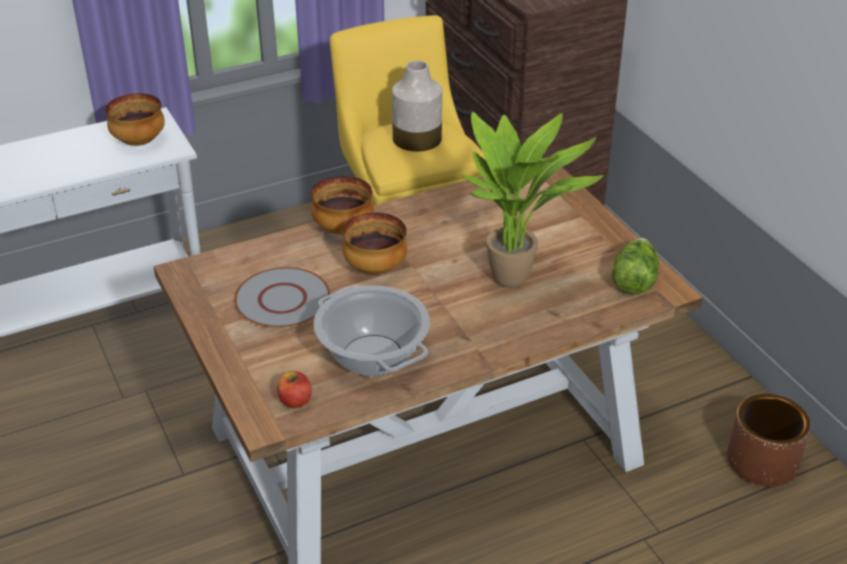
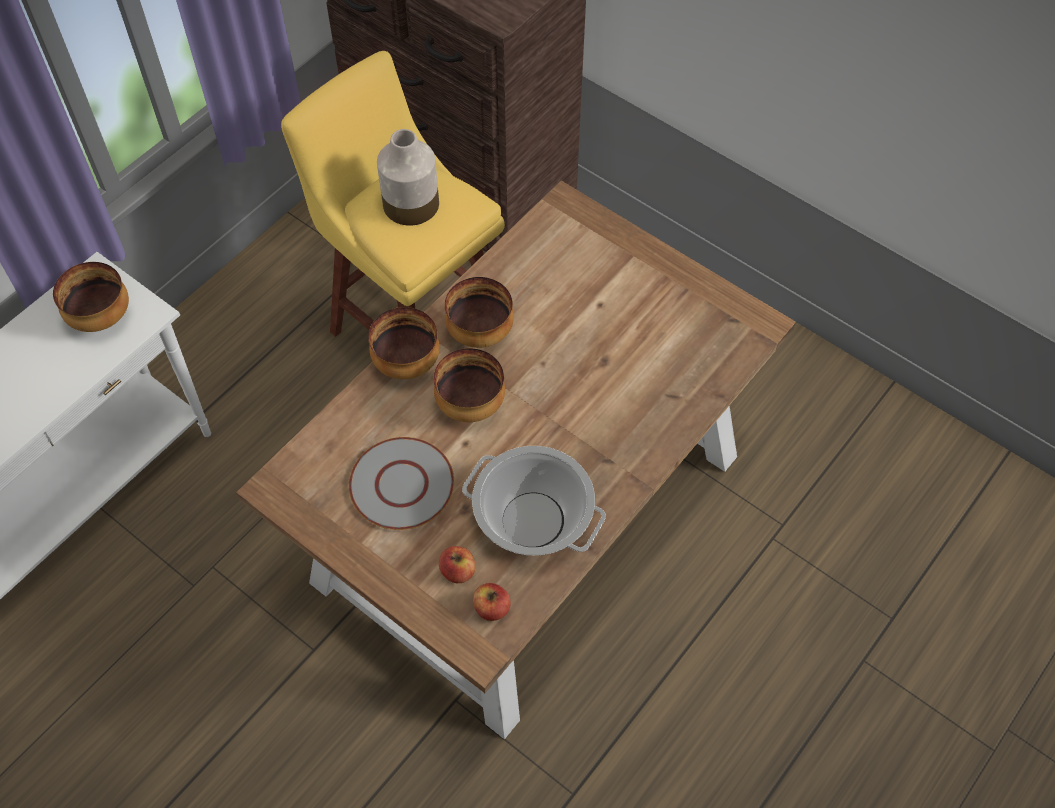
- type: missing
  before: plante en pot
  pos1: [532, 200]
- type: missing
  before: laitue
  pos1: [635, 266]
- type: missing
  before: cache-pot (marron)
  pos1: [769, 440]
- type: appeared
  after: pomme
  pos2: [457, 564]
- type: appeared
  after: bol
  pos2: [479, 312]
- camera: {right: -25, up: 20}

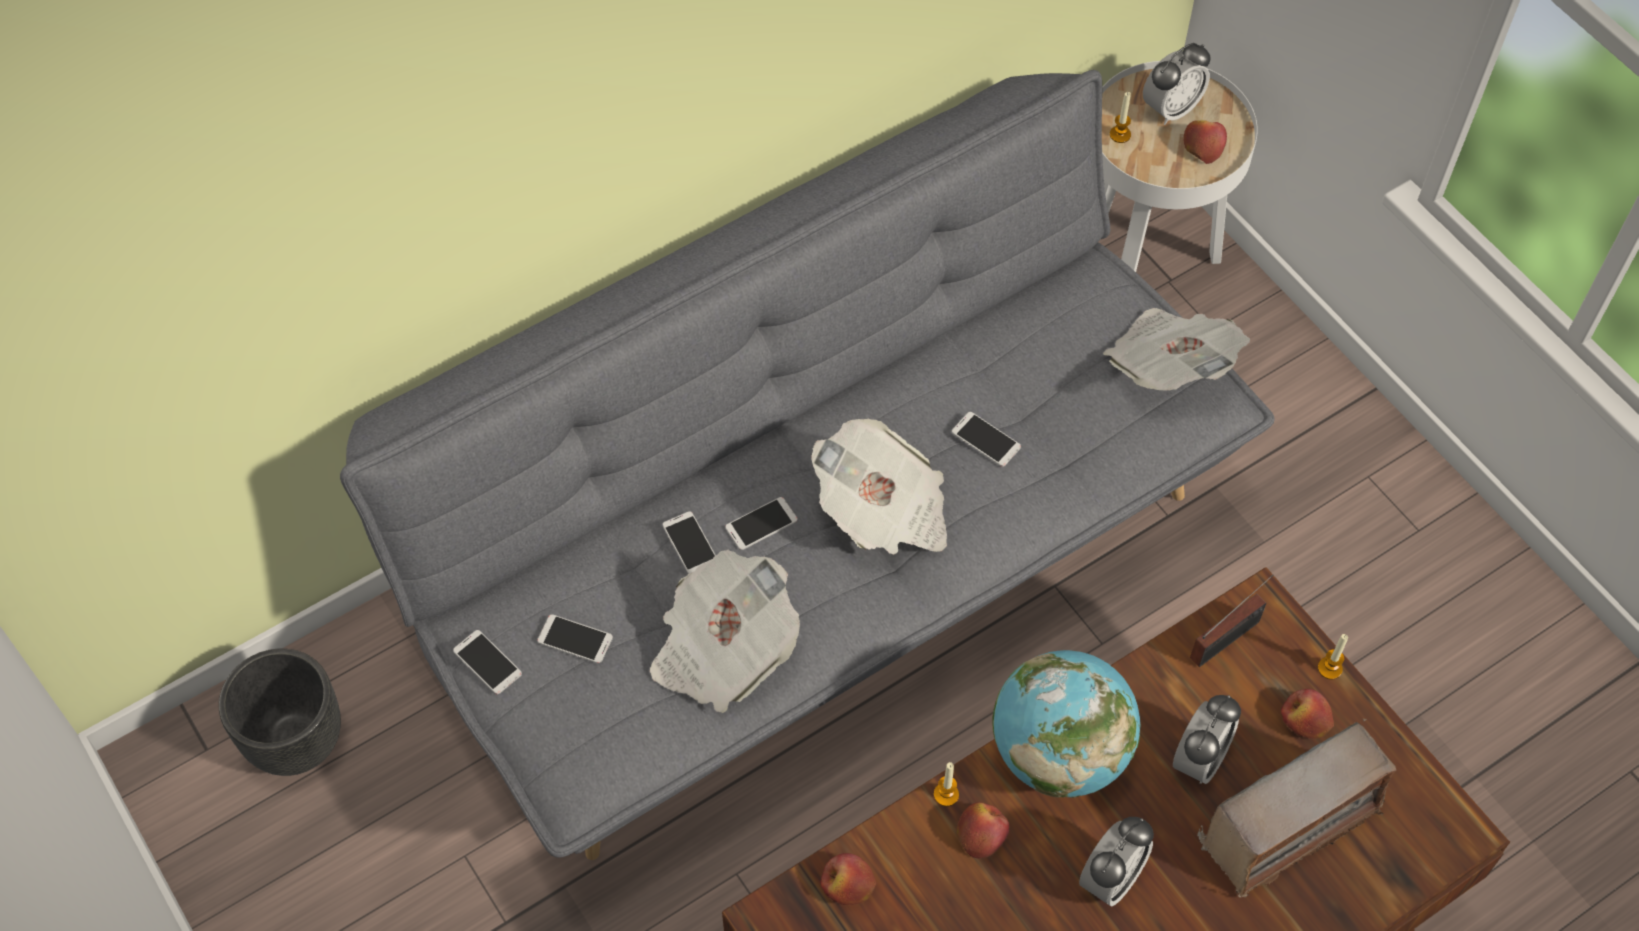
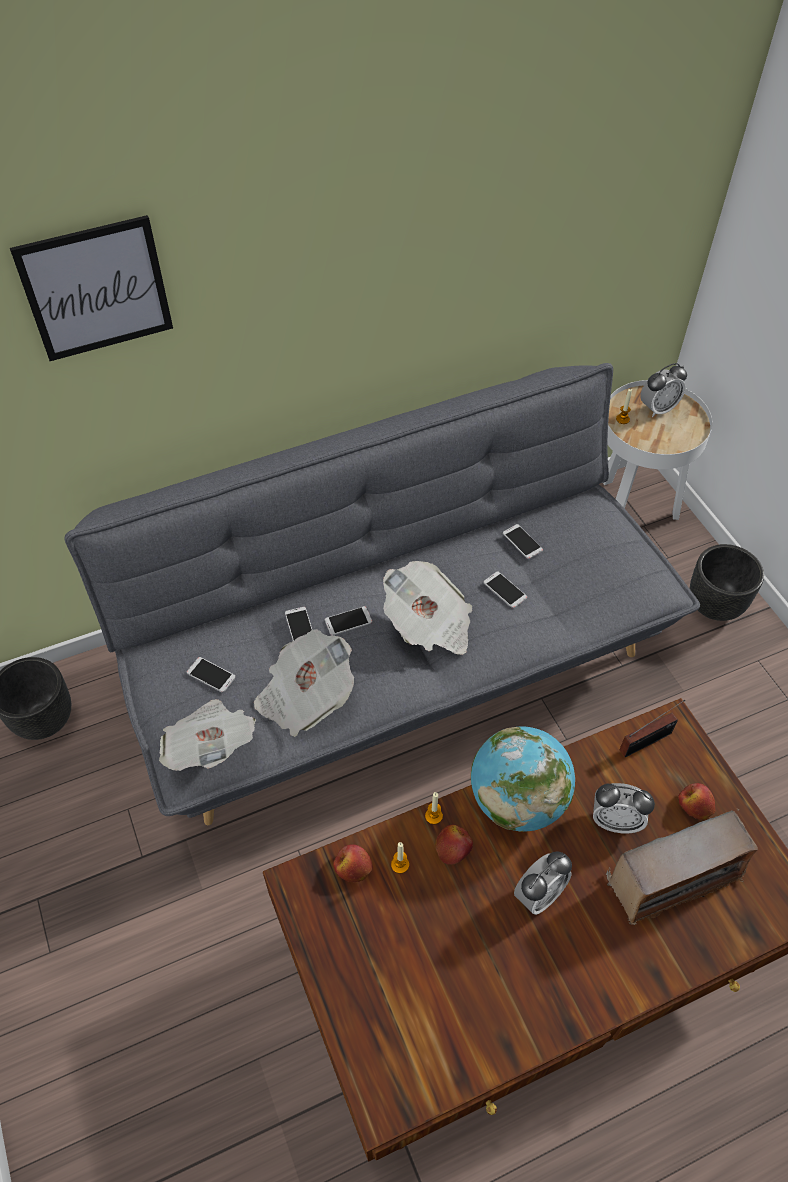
- type: missing
  before: pomme
  pos1: [1205, 142]
- type: appeared
  after: tableau
  pos2: [91, 288]
- type: appeared
  after: cache-pot (noir)
  pos2: [727, 582]
- type: relocated
  before: téléphone
  pos1: [487, 662]
  pos2: [523, 541]
- type: relocated
  before: journal
  pos1: [1176, 349]
  pos2: [207, 735]
- type: relocated
  before: bougie
  pos1: [1333, 657]
  pos2: [400, 858]
- type: spun
  before: réveil
  pos1: [1207, 739]
  pos2: [624, 808]
  turn: 60
- camera: {right: 10, up: -5}

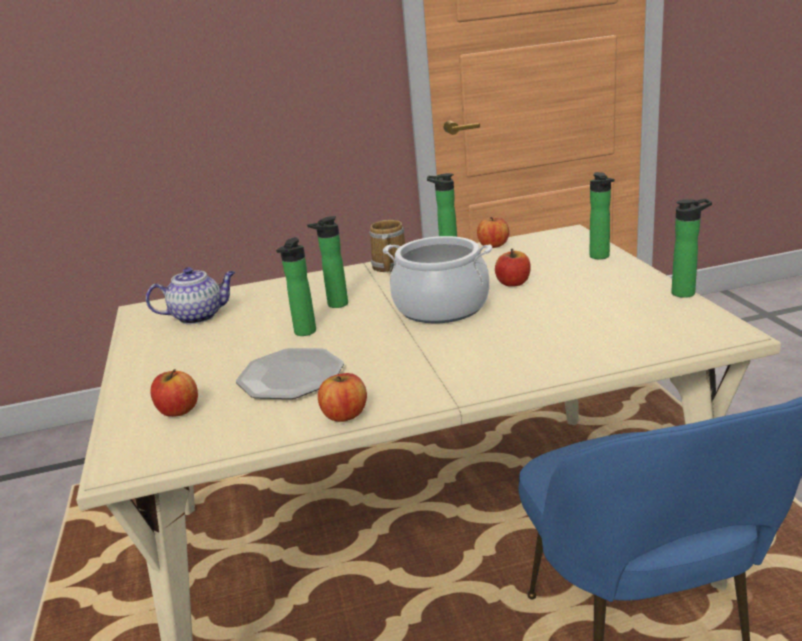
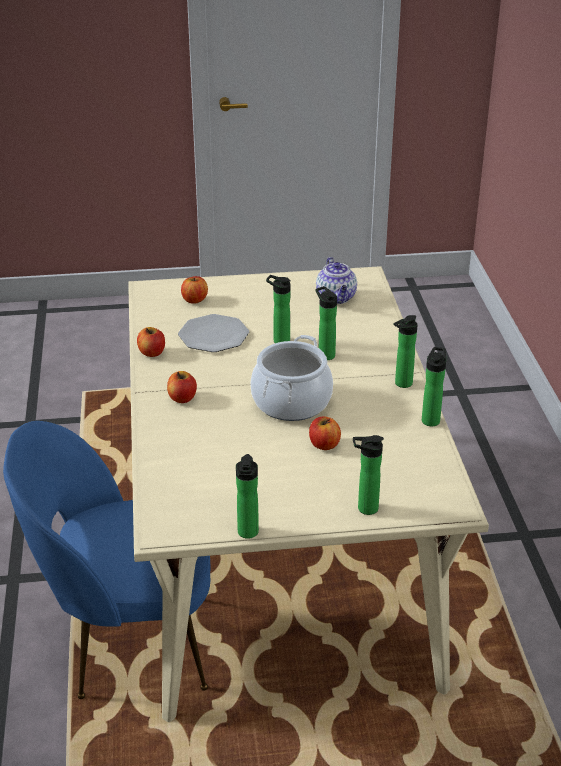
- type: relocated
  before: pomme
  pos1: [493, 232]
  pos2: [182, 387]
- type: exchanged
  before: mug
  after: bouteille
  pos1: [387, 246]
  pos2: [406, 351]
- camera: {right: 95, up: 10}

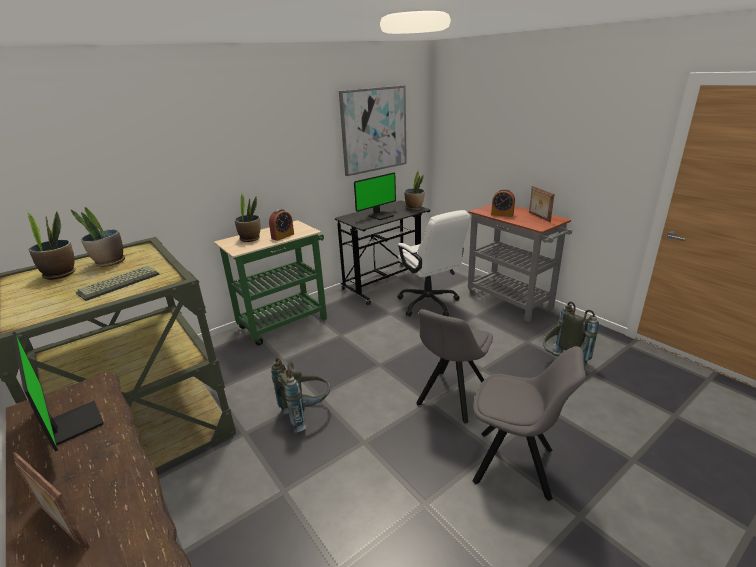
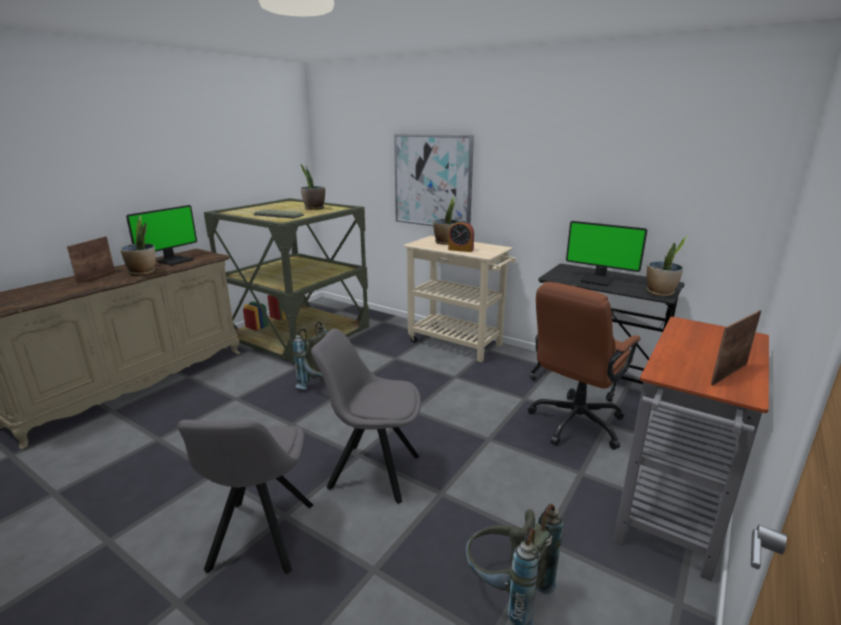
- type: missing
  before: réveil
  pos1: [503, 203]
- type: relocated
  before: plante en pot
  pos1: [51, 245]
  pos2: [138, 246]
- type: relocated
  before: tableau
  pos1: [373, 130]
  pos2: [434, 180]
- type: colour
  before: chariot (vert)
  after: chariot (beige)
  pos1: [270, 283]
  pos2: [459, 299]
- type: colour
  before: chaise de bureau (blanc)
  after: chaise de bureau (marron)
  pos1: [434, 263]
  pos2: [584, 366]
- camera: {right: 70, up: -5}

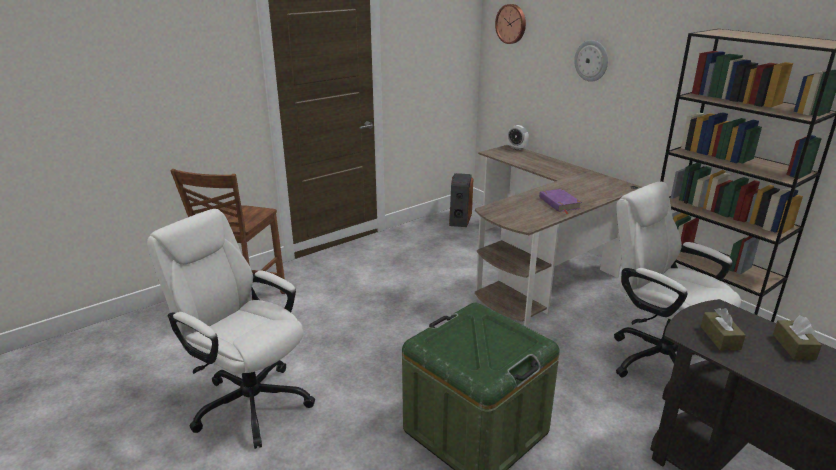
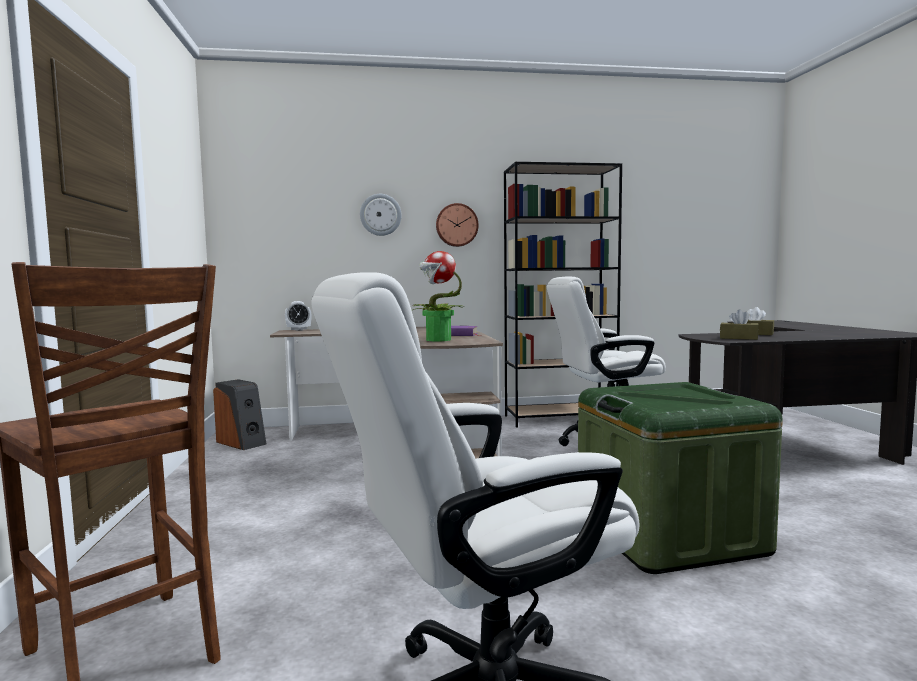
- type: appeared
  after: plante en pot
  pos2: [438, 296]
- type: relocated
  before: horloge murale
  pos1: [510, 24]
  pos2: [457, 225]
- camera: {right: -60, up: -20}

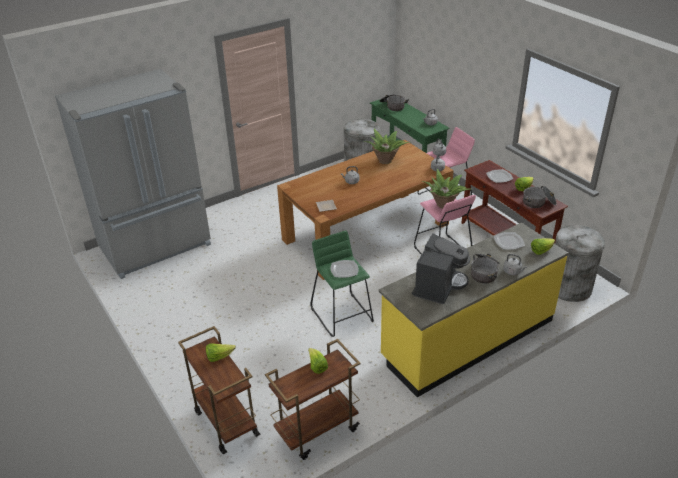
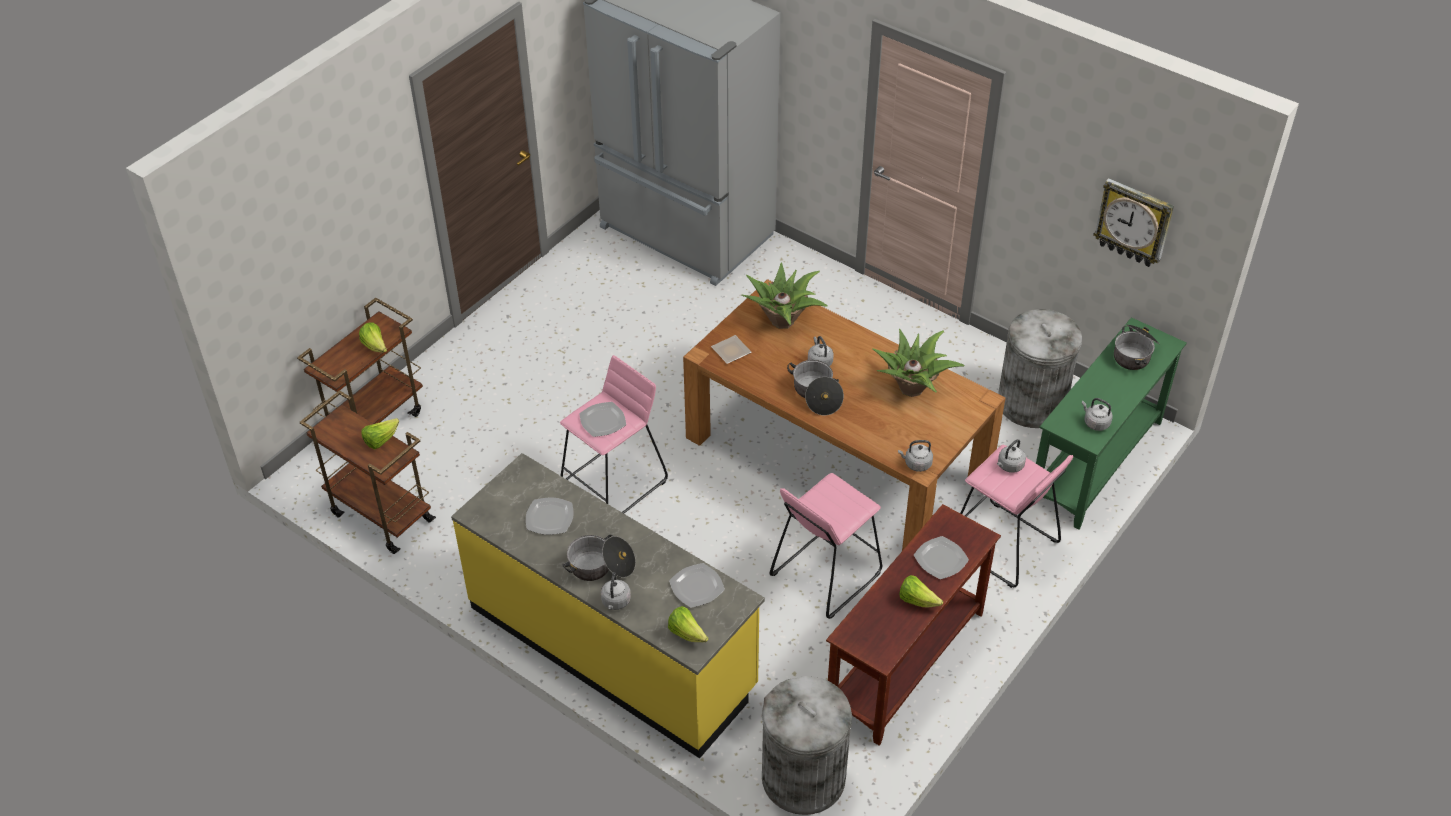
- type: appeared
  after: horloge murale
  pos2: [1133, 222]
- type: relocated
  before: plante en pot
  pos1: [446, 188]
  pos2: [784, 296]
- type: relocated
  before: marmite
  pos1: [540, 197]
  pos2: [815, 387]
- type: exchanged
  before: machine à café
  after: assiette
  pos1: [441, 269]
  pos2: [550, 516]
- type: colour
  before: tabouret (vert)
  after: tabouret (rose)
  pos1: [342, 283]
  pos2: [614, 434]
- camera: {right: 70, up: 10}

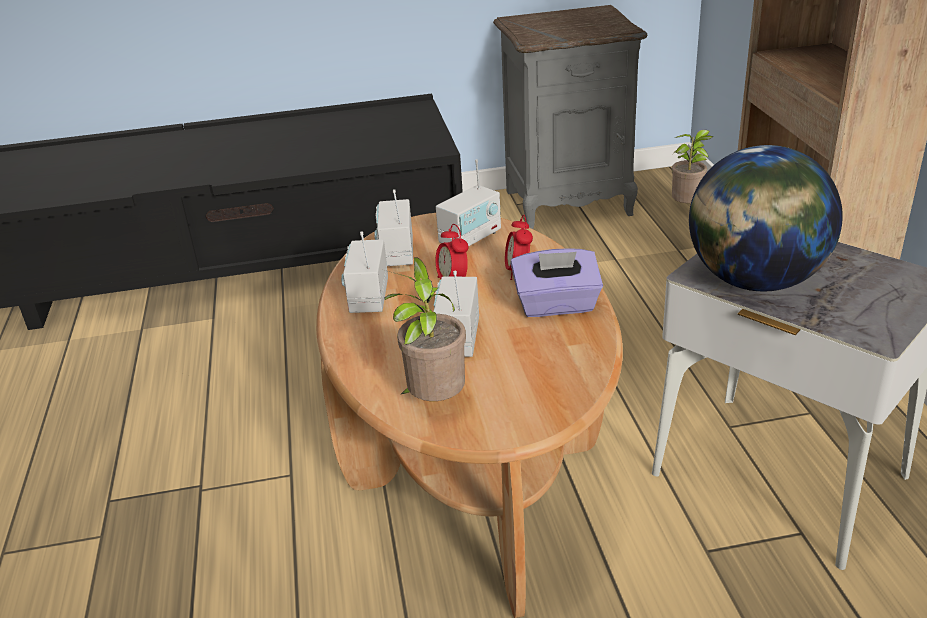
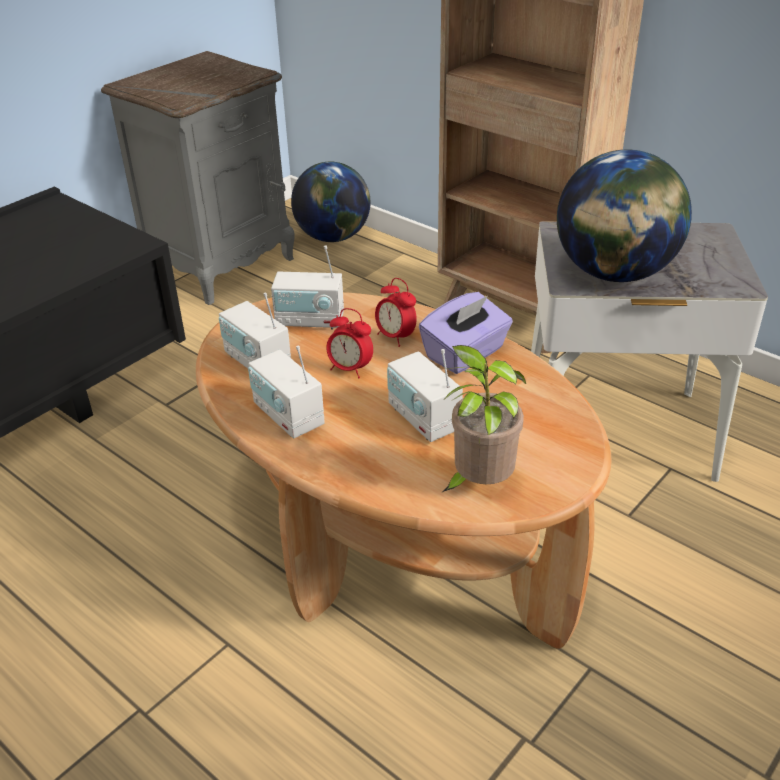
- type: exchanged
  before: plante en pot
  after: globe
  pos1: [692, 166]
  pos2: [331, 202]
- type: spun
  before: radio
  pos1: [468, 202]
  pos2: [307, 287]
  turn: 90
- camera: {right: -40, up: 5}

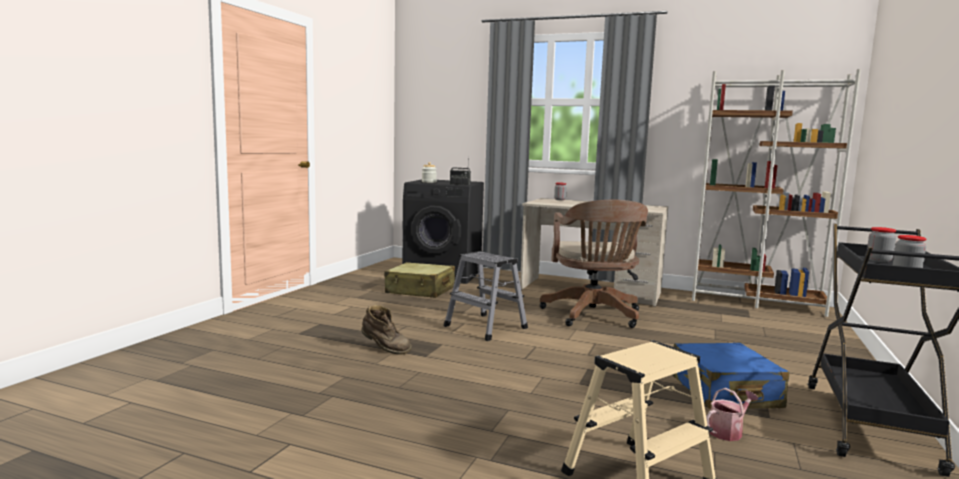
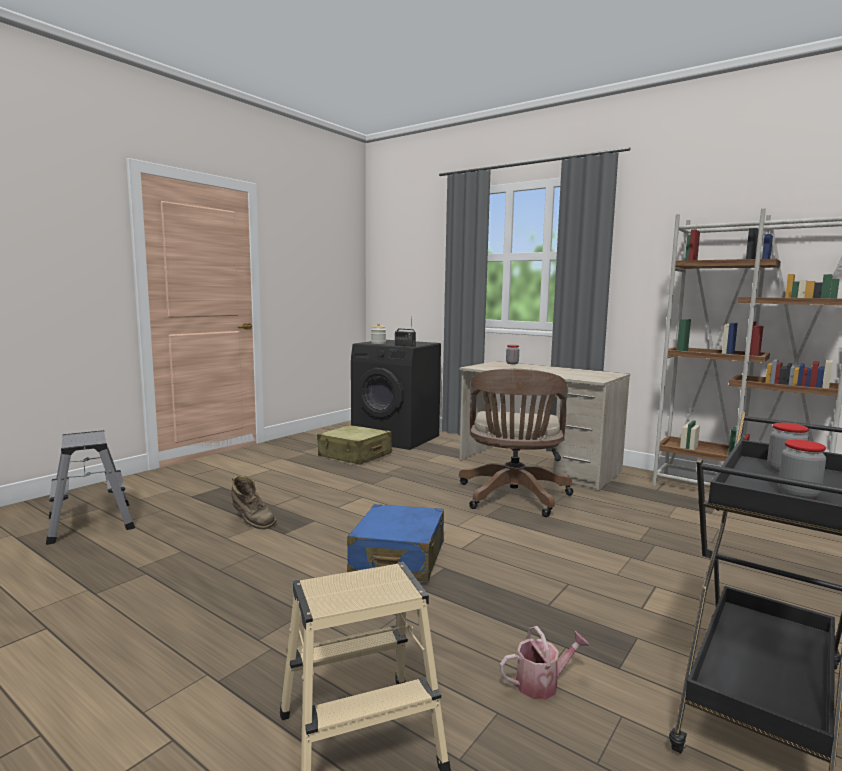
- type: relocated
  before: escabeau (gris)
  pos1: [486, 296]
  pos2: [90, 487]
- type: relocated
  before: valise (bleu)
  pos1: [730, 376]
  pos2: [395, 542]
- camera: {right: 15, up: 0}

